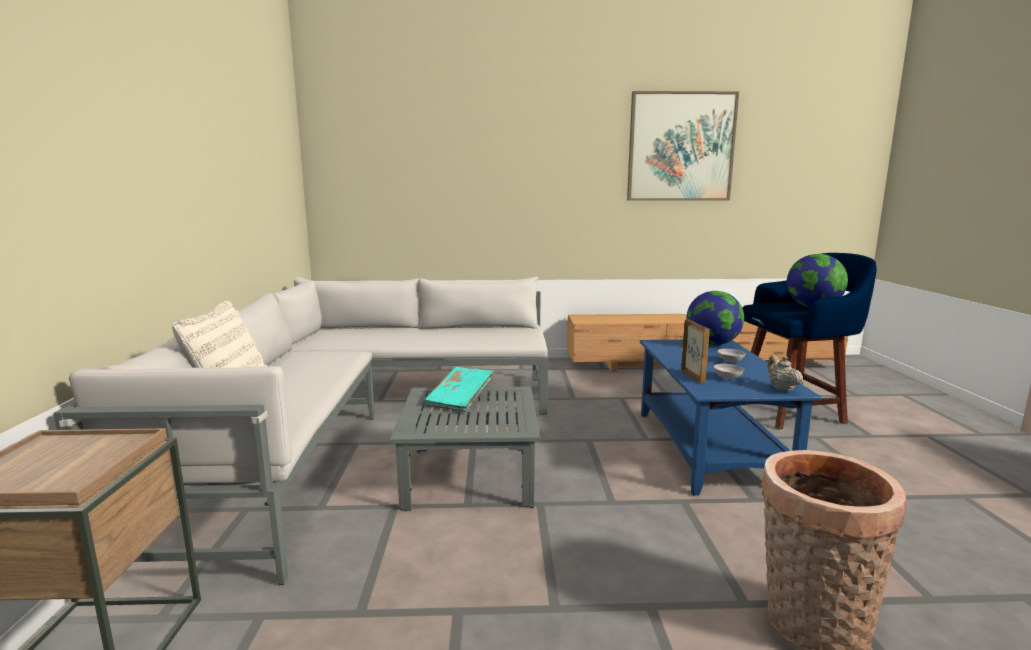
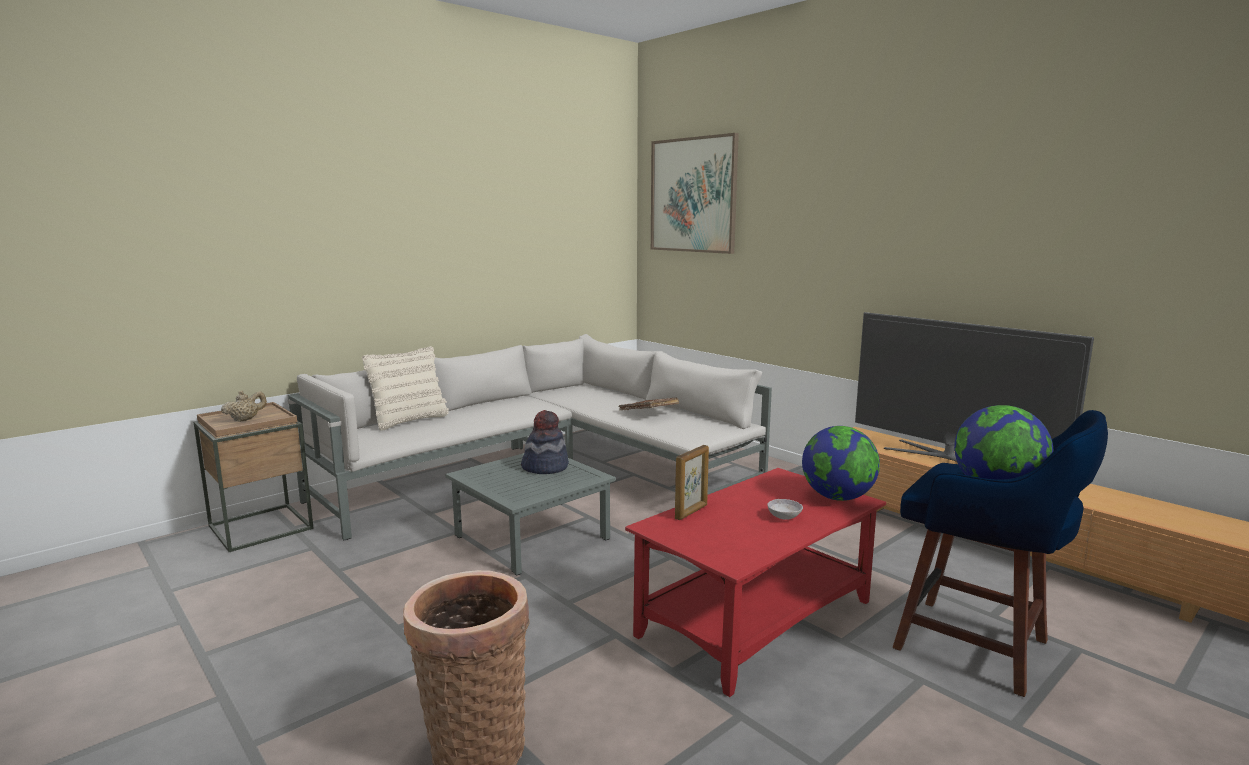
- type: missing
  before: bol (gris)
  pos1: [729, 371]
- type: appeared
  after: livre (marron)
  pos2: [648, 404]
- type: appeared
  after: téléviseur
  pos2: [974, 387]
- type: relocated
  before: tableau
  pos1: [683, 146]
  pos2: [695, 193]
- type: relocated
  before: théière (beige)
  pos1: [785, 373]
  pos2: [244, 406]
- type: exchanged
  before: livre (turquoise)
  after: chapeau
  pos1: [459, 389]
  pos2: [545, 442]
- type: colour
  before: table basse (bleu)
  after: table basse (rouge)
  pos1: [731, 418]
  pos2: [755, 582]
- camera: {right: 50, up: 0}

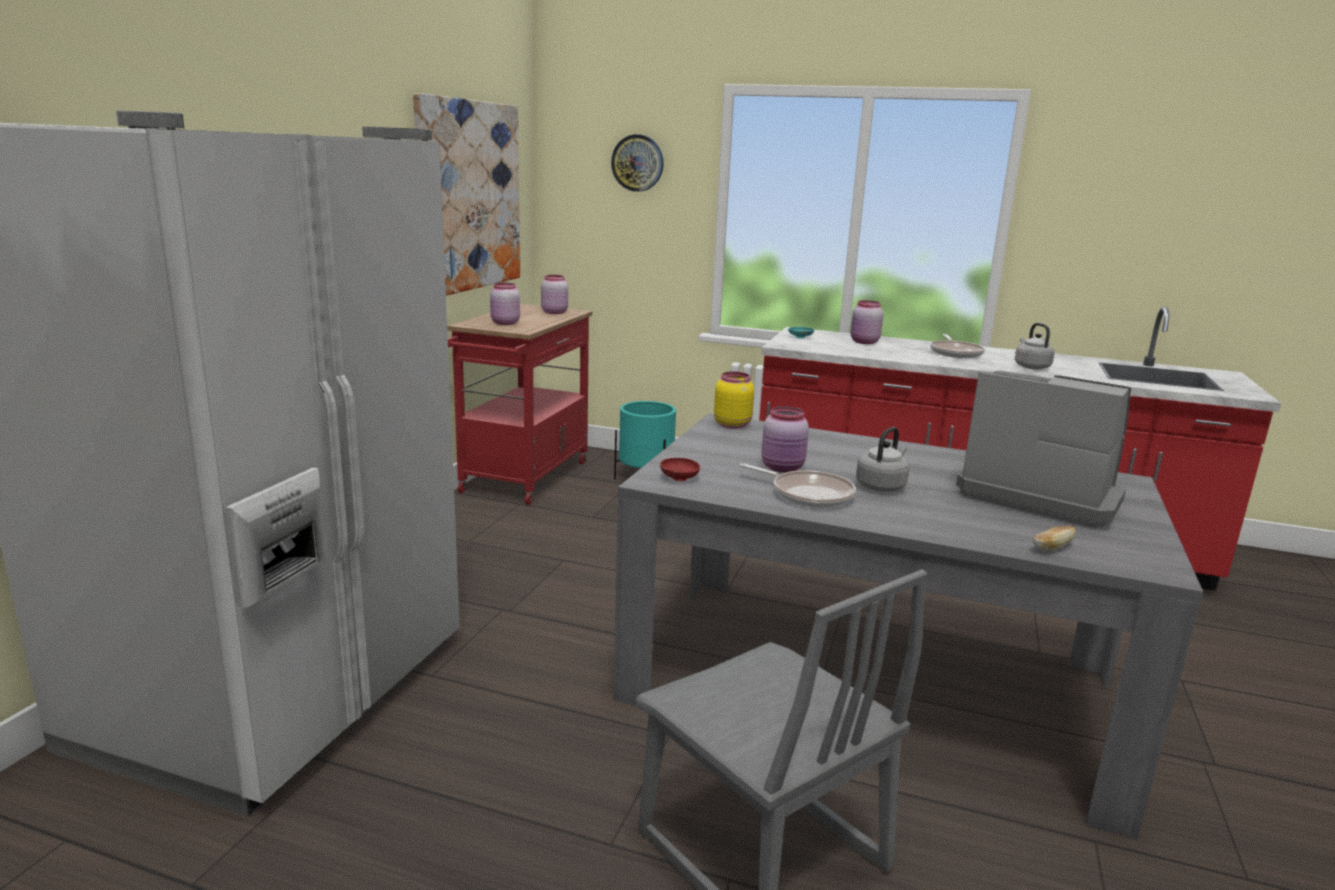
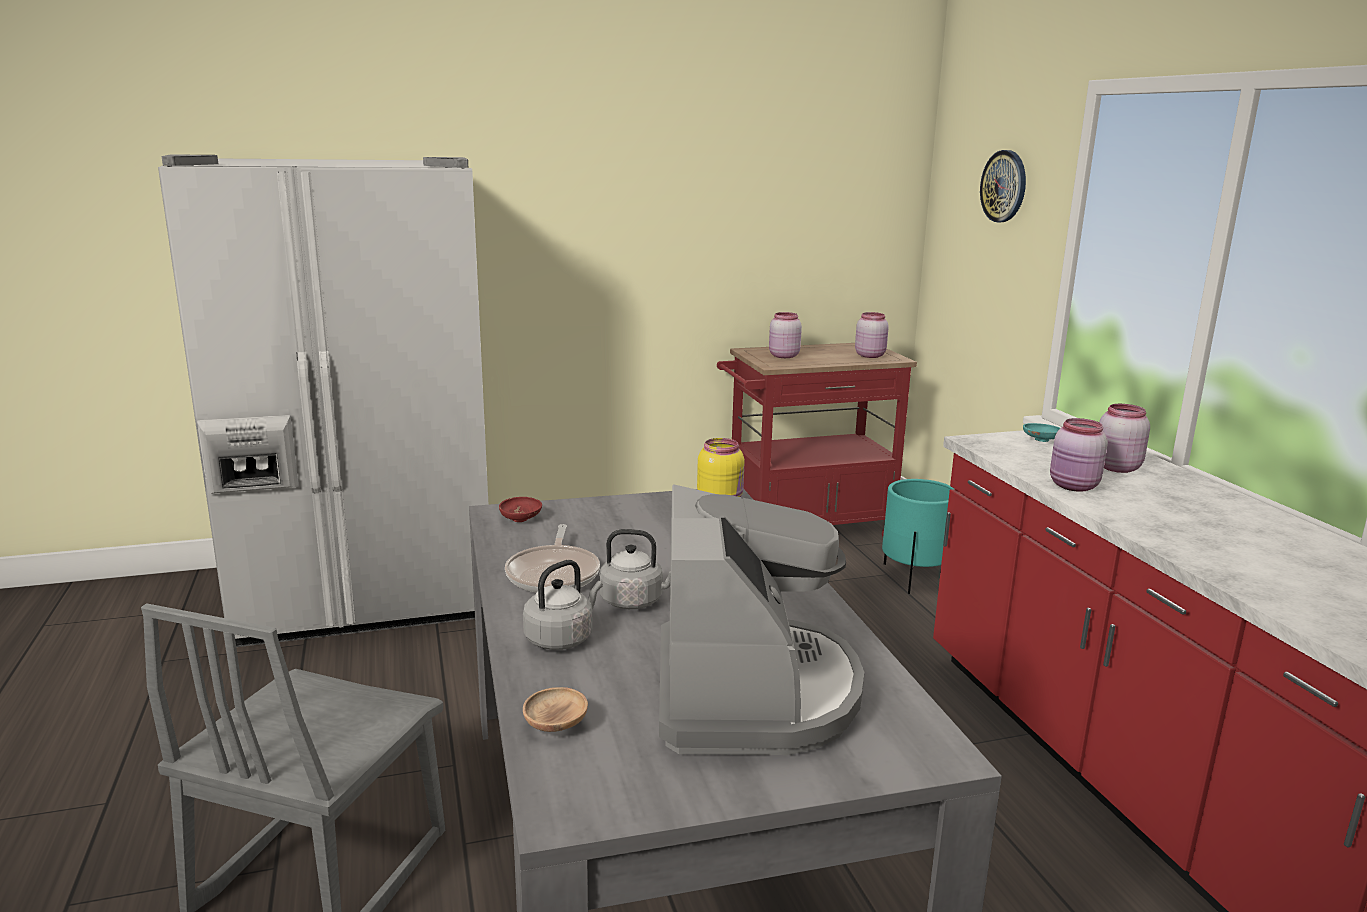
- type: missing
  before: tableau
  pos1: [466, 194]
- type: missing
  before: poêle
  pos1: [957, 346]
- type: relocated
  before: bocal (rose)
  pos1: [785, 439]
  pos2: [1079, 455]
- type: relocated
  before: bouilloire (gris)
  pos1: [1035, 346]
  pos2: [563, 605]
- type: exchanged
  before: pain
  after: bol (marron)
  pos1: [1054, 538]
  pos2: [555, 709]
- camera: {right: 55, up: 0}

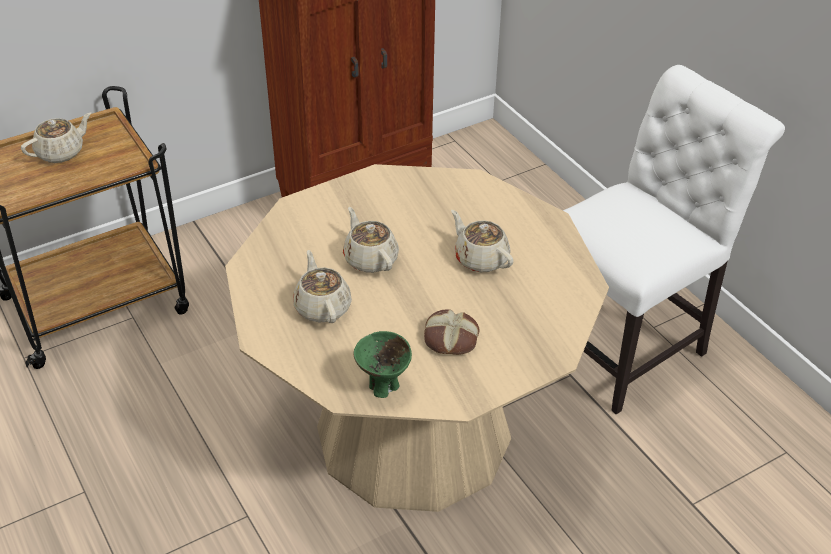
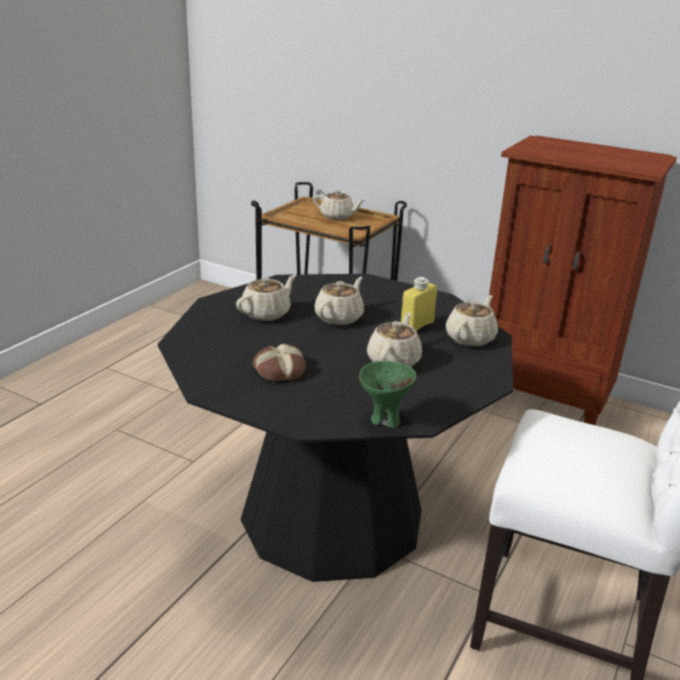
- type: appeared
  after: bouteille (jaune)
  pos2: [419, 304]
- type: appeared
  after: théière (beige)
  pos2: [471, 321]
- type: relocated
  before: bol (vert)
  pos1: [382, 364]
  pos2: [388, 394]
- type: colour
  before: table à manger (beige)
  after: table à manger (noir)
  pos1: [417, 338]
  pos2: [335, 428]
- camera: {right: 60, up: -15}

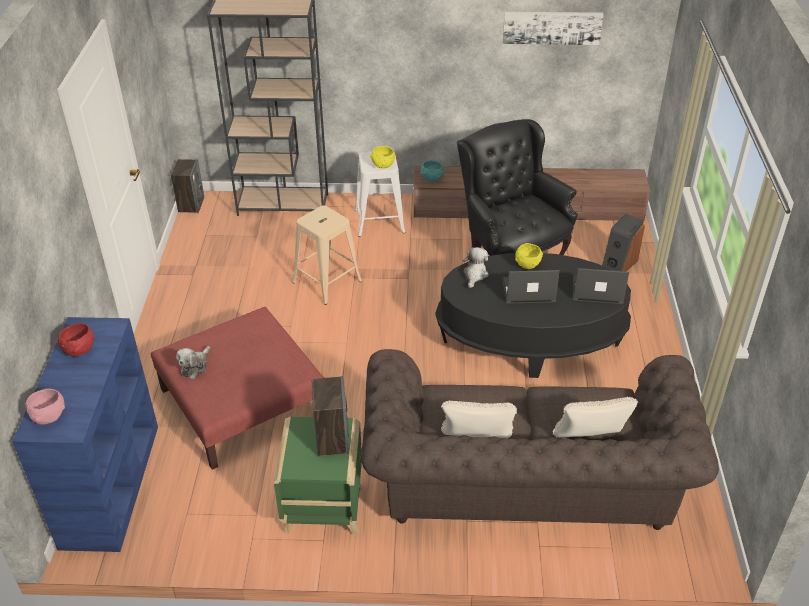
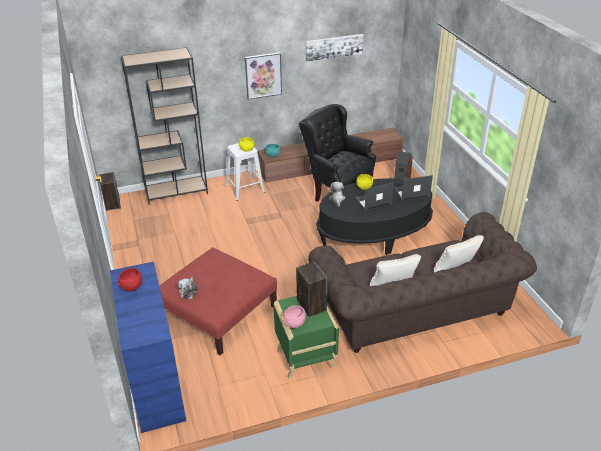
- type: missing
  before: tabouret (beige)
  pos1: [327, 255]
- type: appeared
  after: tableau
  pos2: [263, 75]
- type: relocated
  before: bol (rose)
  pos1: [45, 407]
  pos2: [294, 316]
- camera: {right: -20, up: -5}

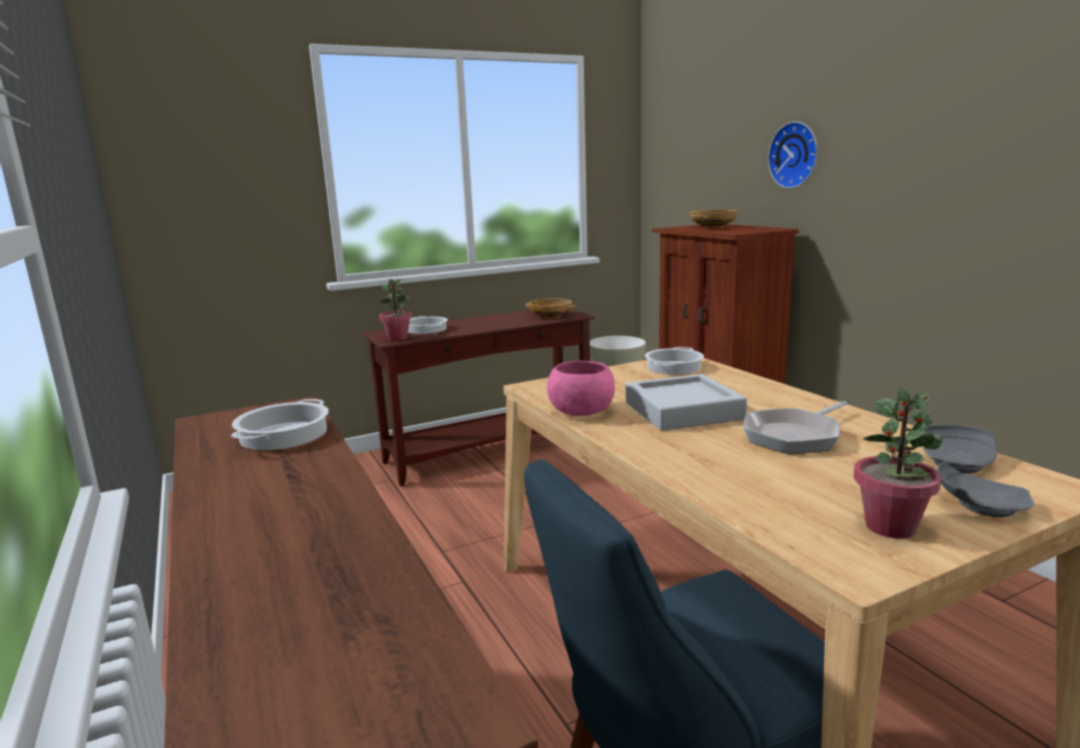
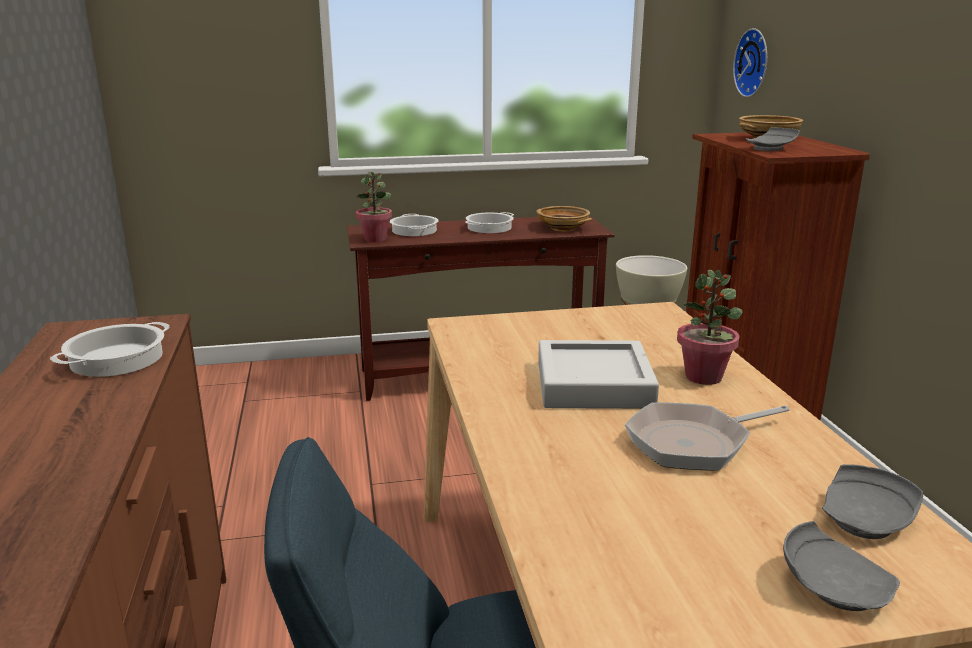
- type: missing
  before: bol (rose)
  pos1: [581, 388]
- type: appeared
  after: assiette (gris)
  pos2: [773, 139]
- type: relocated
  before: marmite
  pos1: [674, 361]
  pos2: [489, 222]
- type: relocated
  before: horloge murale
  pos1: [793, 155]
  pos2: [750, 62]
- type: relocated
  before: plante en pot
  pos1: [898, 463]
  pos2: [710, 327]
- camera: {right: 15, up: 5}

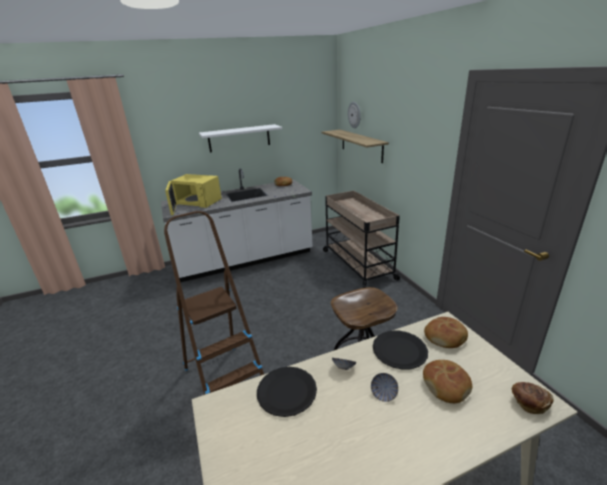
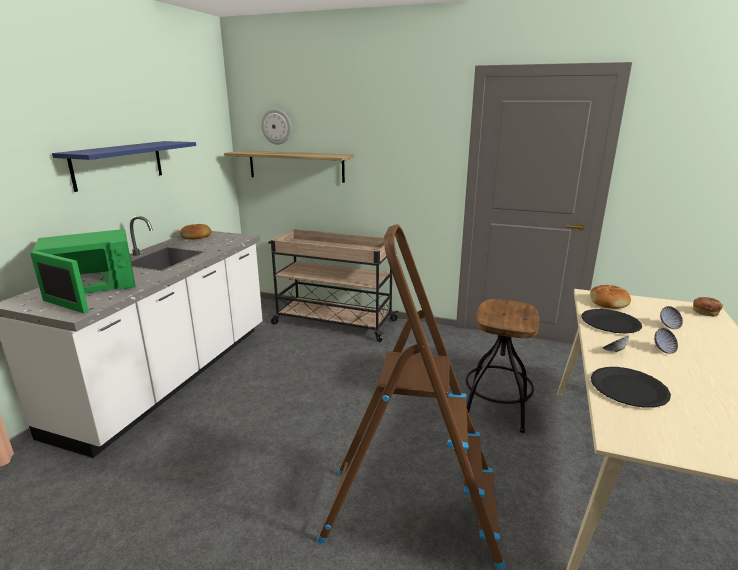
- type: exchanged
  before: pain
  after: bol
  pos1: [447, 381]
  pos2: [671, 317]
- type: colour
  before: micro-ondes (jaune)
  after: micro-ondes (vert)
  pos1: [193, 194]
  pos2: [83, 271]
- type: colour
  before: étagère (blanc)
  after: étagère (bleu)
  pos1: [240, 138]
  pos2: [124, 166]
- camera: {right: -50, up: -5}

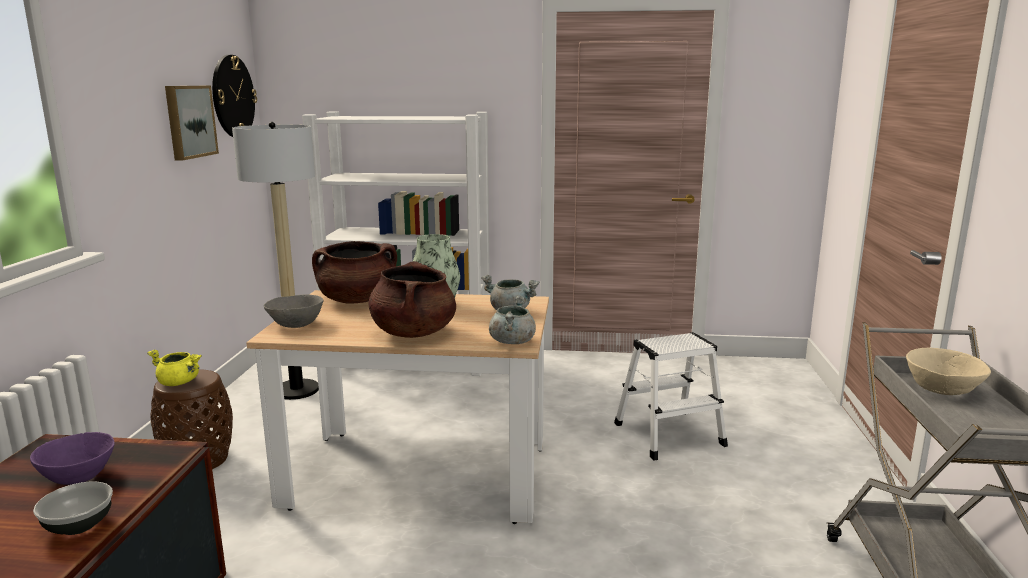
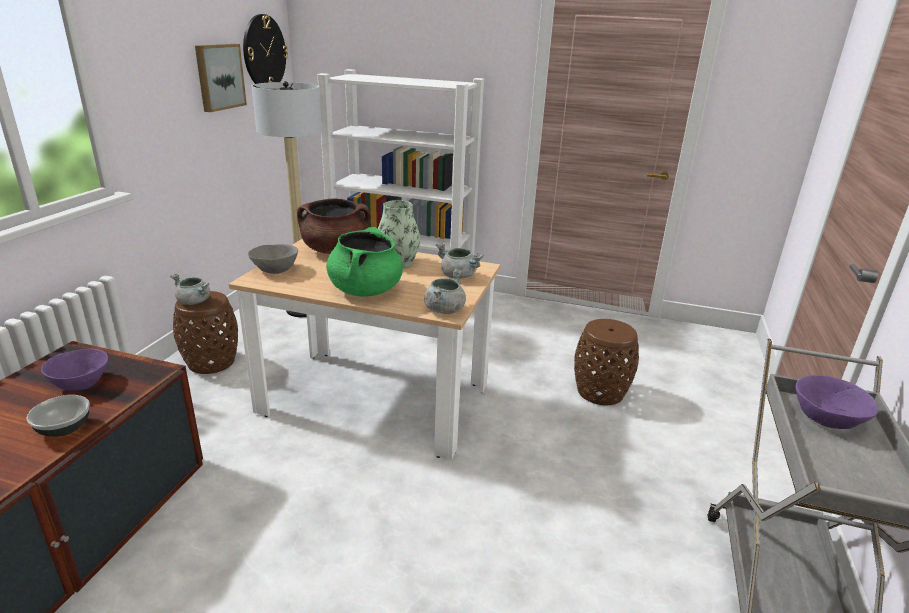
- type: exchanged
  before: escabeau (blanc)
  after: tabouret (marron)
  pos1: [671, 396]
  pos2: [606, 362]
- type: colour
  before: marmite (jaune)
  after: marmite (gris)
  pos1: [174, 368]
  pos2: [190, 289]
- type: colour
  before: marmite (marron)
  after: marmite (vert)
  pos1: [412, 299]
  pos2: [364, 262]
- type: colour
  before: bol (beige)
  after: bol (violet)
  pos1: [948, 371]
  pos2: [837, 402]
- camera: {right: 10, up: 10}

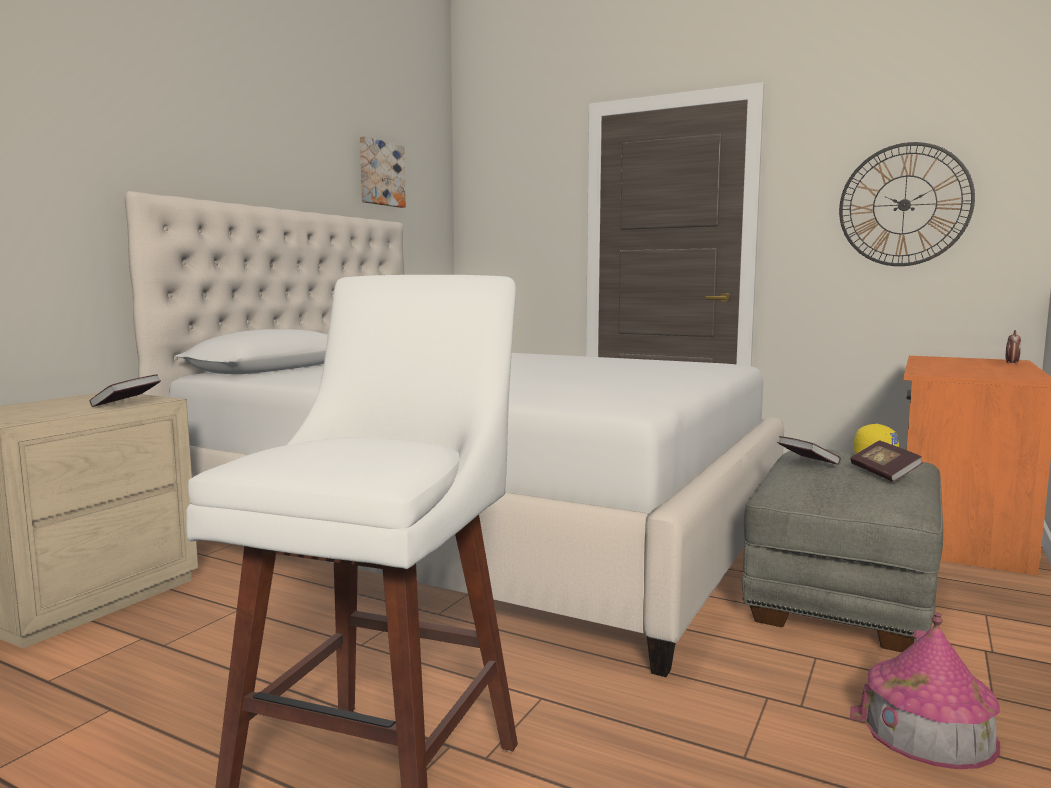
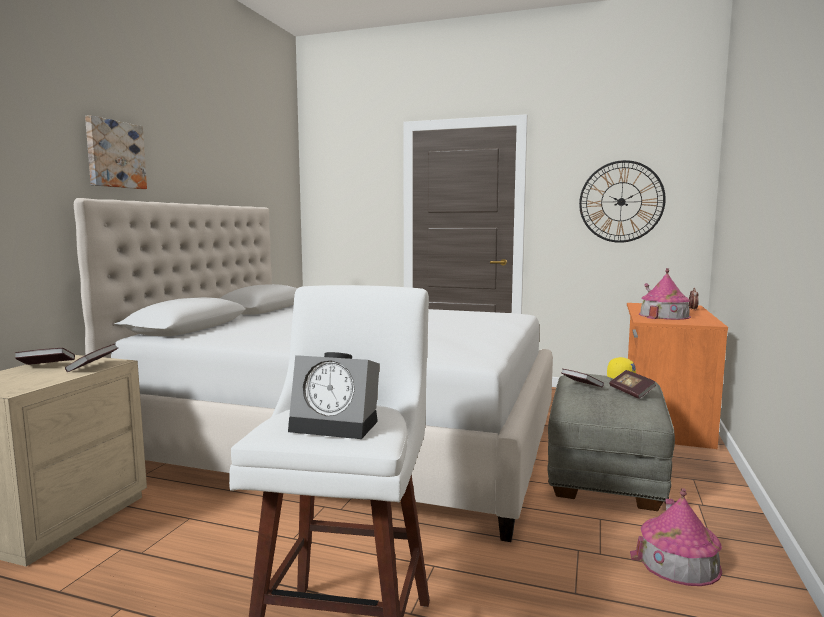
- type: appeared
  after: livre
  pos2: [45, 356]
- type: appeared
  after: réveil
  pos2: [334, 395]
- type: appeared
  after: maison miniature
  pos2: [665, 294]
- type: relocated
  before: tableau
  pos1: [383, 172]
  pos2: [116, 152]
- camera: {right: -10, up: 0}

